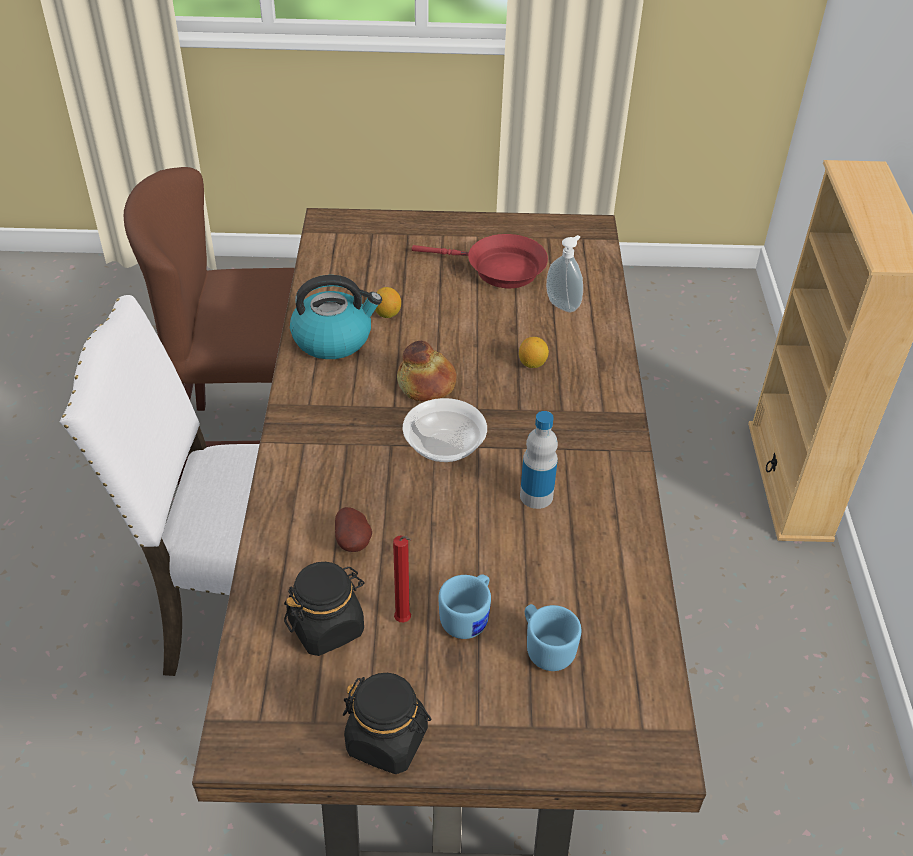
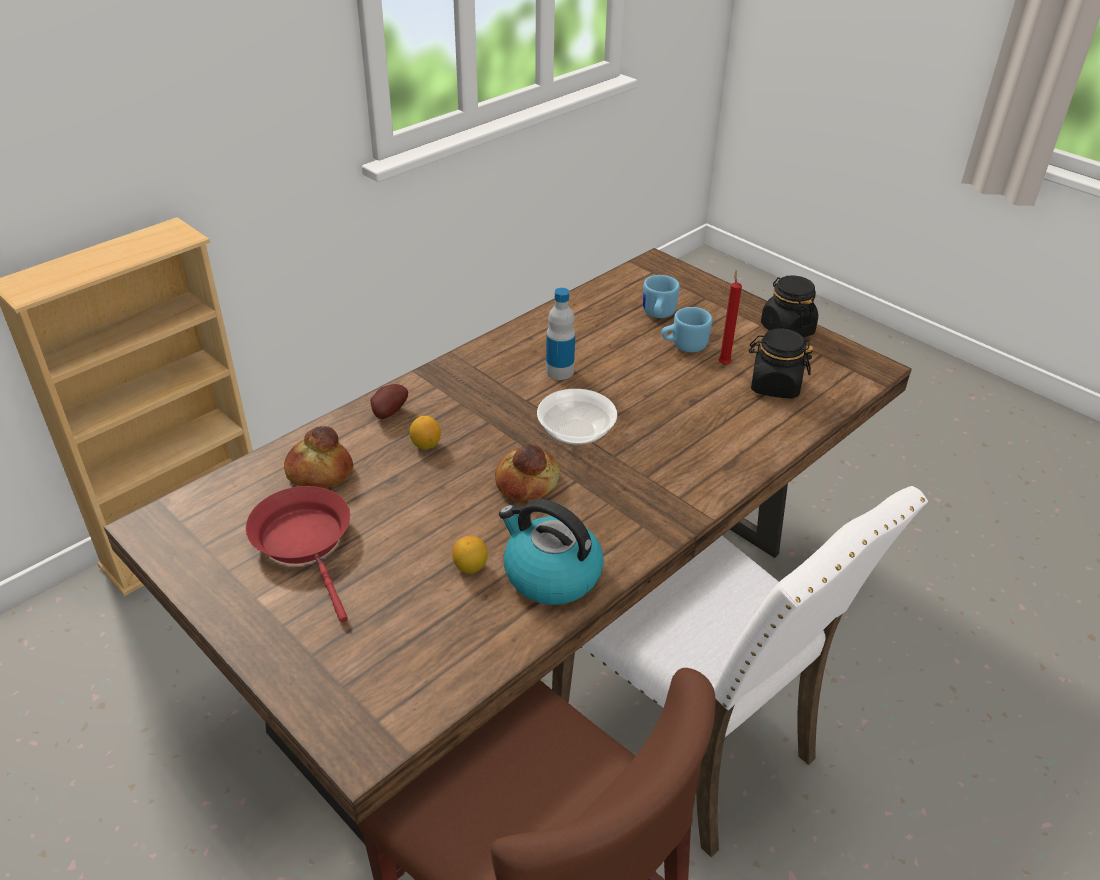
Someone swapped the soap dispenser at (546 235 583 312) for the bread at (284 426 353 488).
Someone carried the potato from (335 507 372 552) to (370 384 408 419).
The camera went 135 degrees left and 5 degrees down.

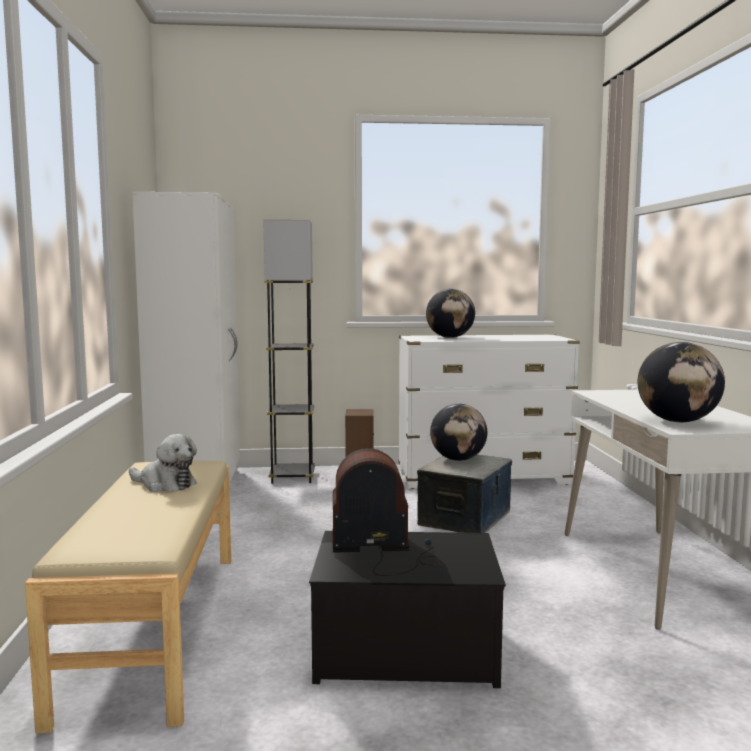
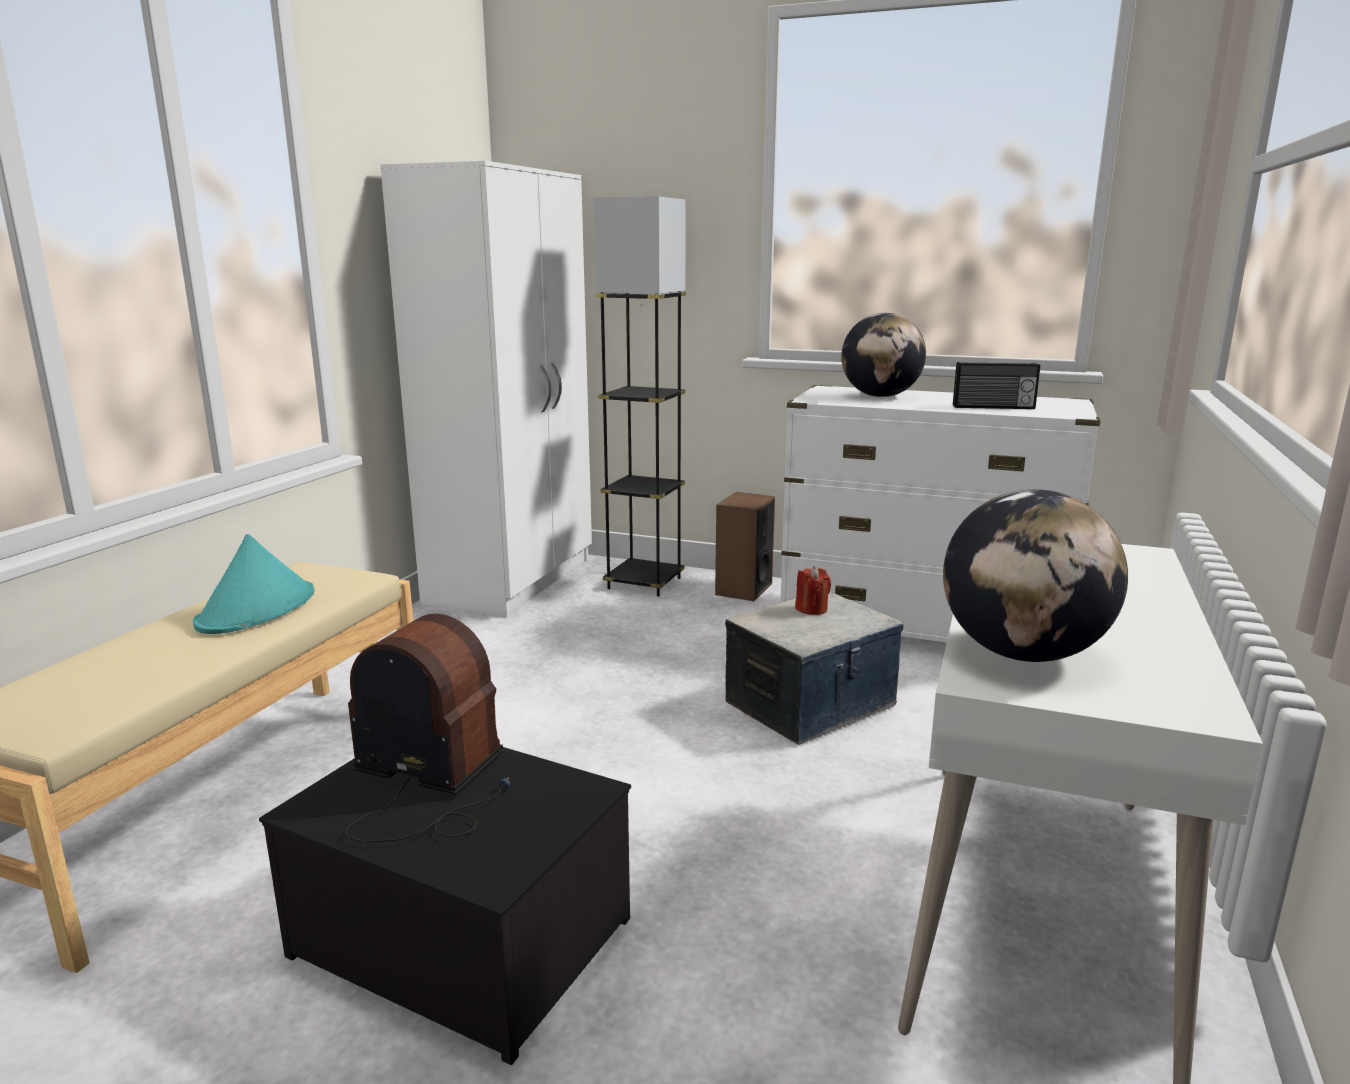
Someone swapped the plush toy at (129 434 197 492) for the turquoise hat at (193 534 315 634).
Someone swapped the globe at (430 404 487 461) for the red candle at (795 566 831 615).
Someone put down the radio at (953 362 1040 409).
The camera went 25 degrees right and 10 degrees up.

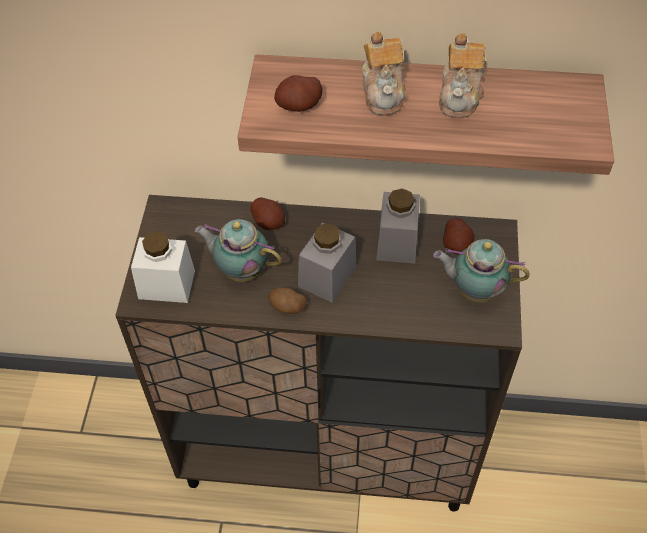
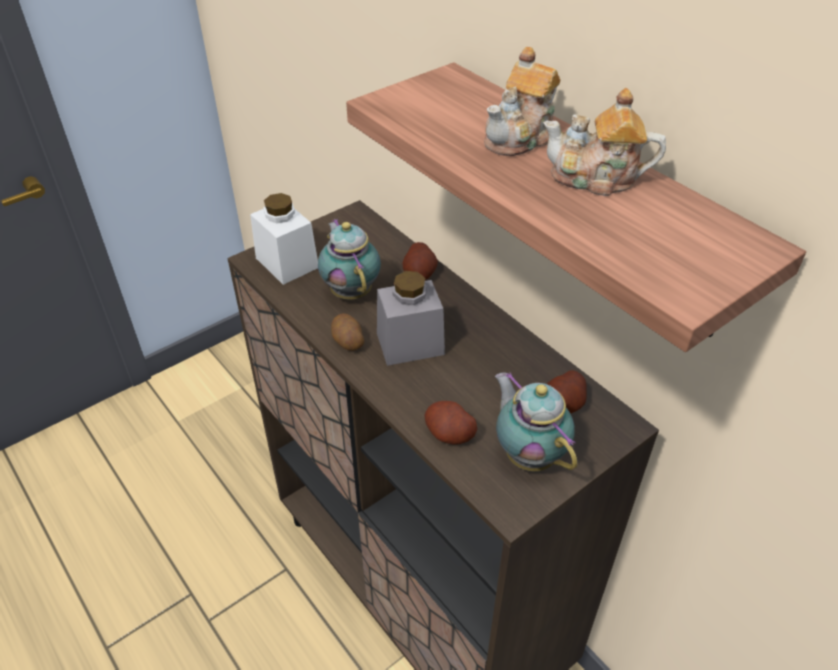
Someone carried the potato from (274 75 322 112) to (424 401 477 444).
Someone rotated the teapot at (439 33 485 118) by 45 degrees clockwise.
Someone took away the grey jar at (376 189 420 264).
The camera went 45 degrees right and 10 degrees down.

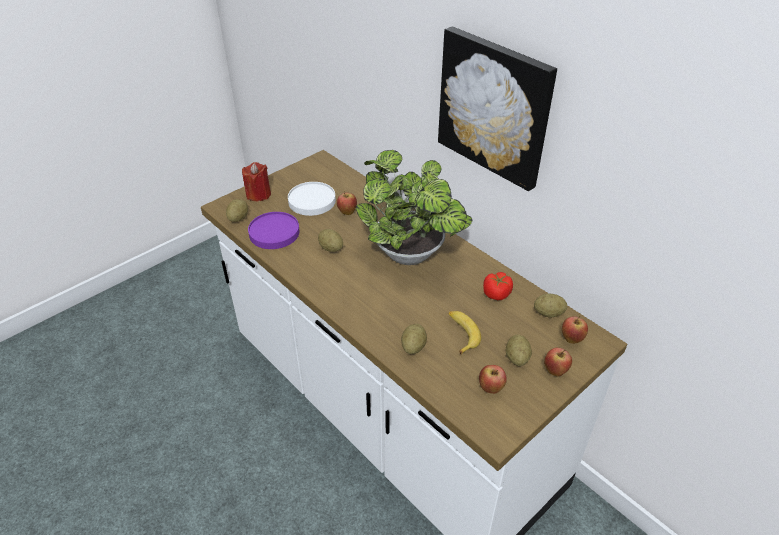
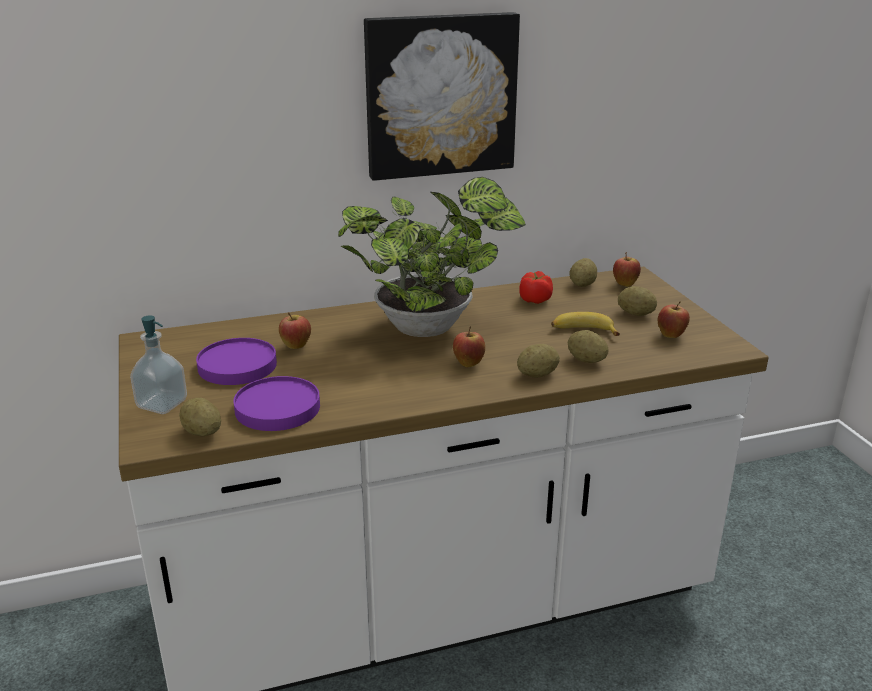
Someone swapped the red candle at (242 162 271 201) for the soap dispenser at (130 316 187 414).
Someone repainted the white plate at (288 182 336 216), which became the purple plate at (196 338 277 385).
Someone carried the apple from (544 348 572 376) to (453 326 485 367).
Someone carried the potato from (318 229 343 252) to (517 344 560 378).
The camera went 65 degrees left and 15 degrees down.

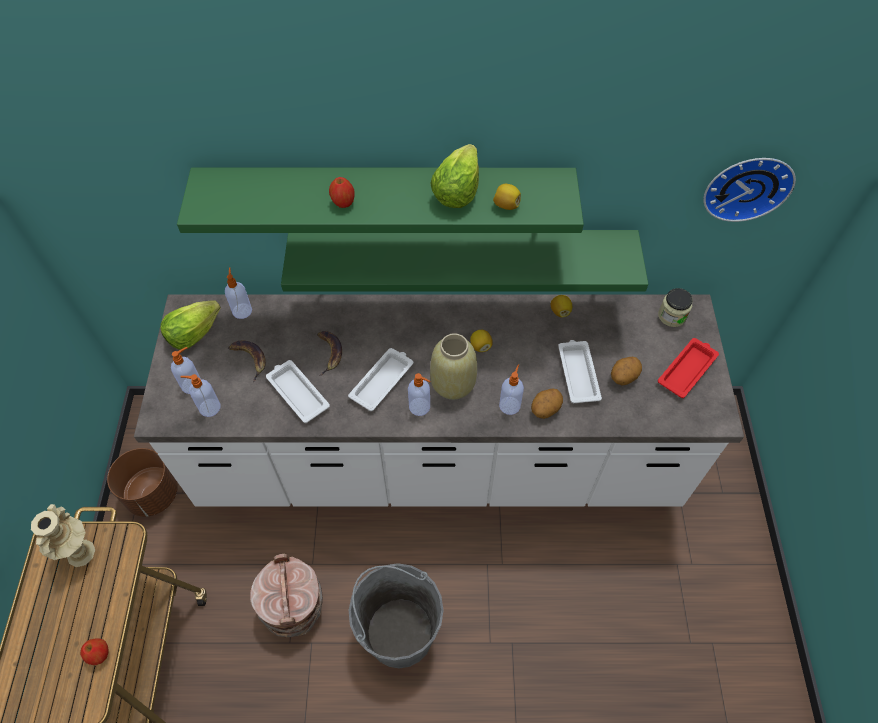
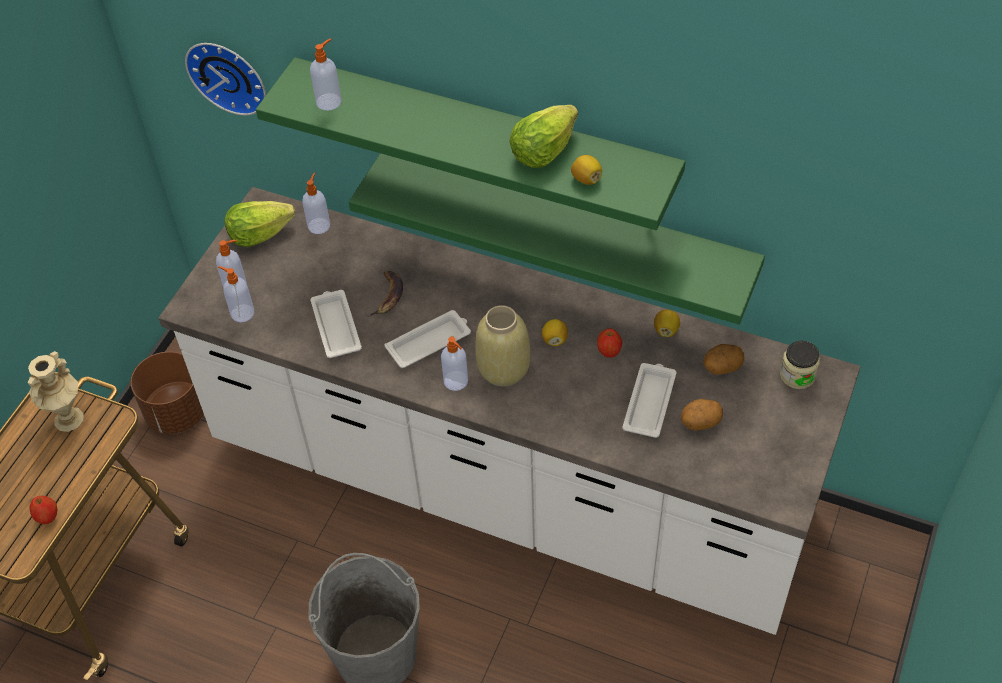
Someone carried the wall clock from (703 158 796 222) to (185 43 266 116).
Someone carried the soap dispenser from (499 364 524 415) to (310 39 342 111).
Someone carried the apple from (329 177 355 208) to (597 329 622 358).
Someone carried the potato from (531 388 563 419) to (703 344 744 375).
Someone took away the banana at (228 341 266 382).
Someone took away the brown bucket at (250 554 323 637).
Someone took away the red tray at (658 338 719 398).
The camera went 25 degrees right and 5 degrees down.

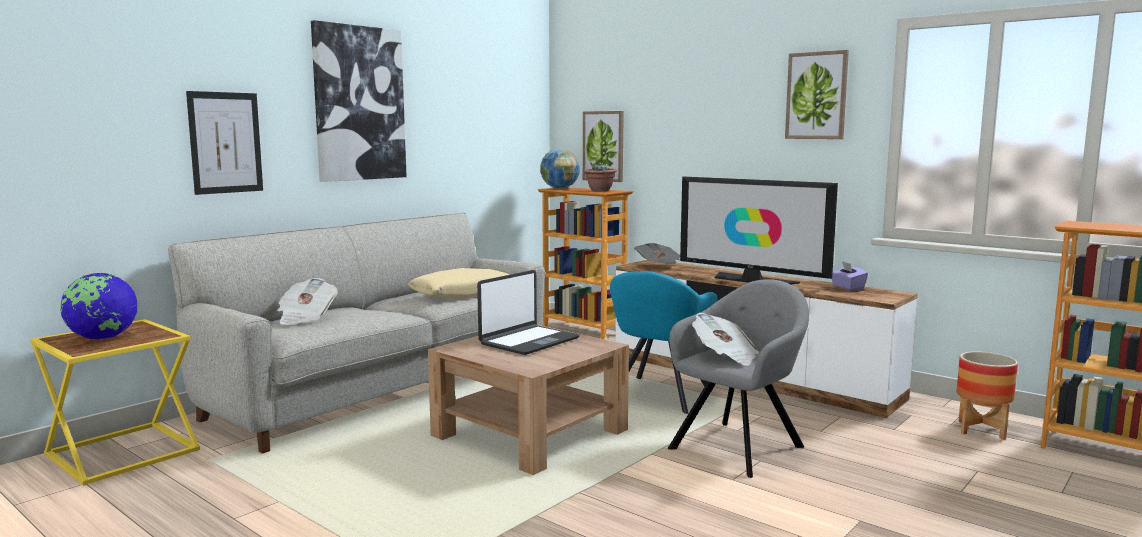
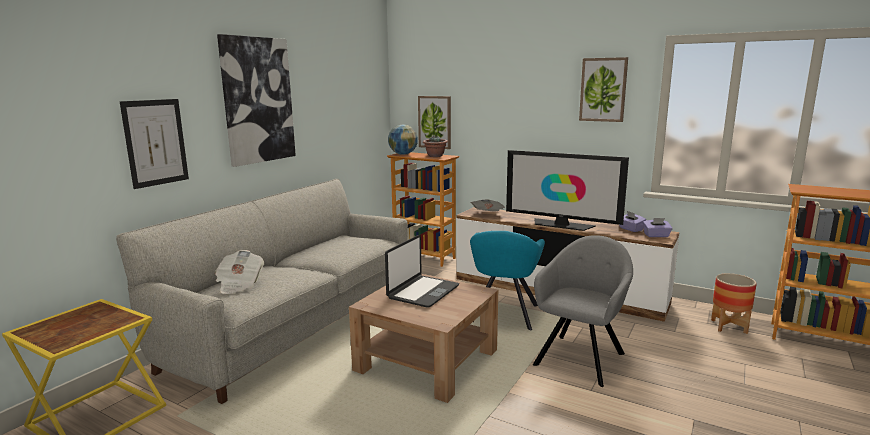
Someone put down the purple tissue box at (643 218 673 237).
Someone took away the globe at (60 273 137 340).
Someone took away the beige pillow at (408 268 510 299).
Someone took away the newspaper at (692 313 759 366).
The camera went 10 degrees left and 5 degrees up.

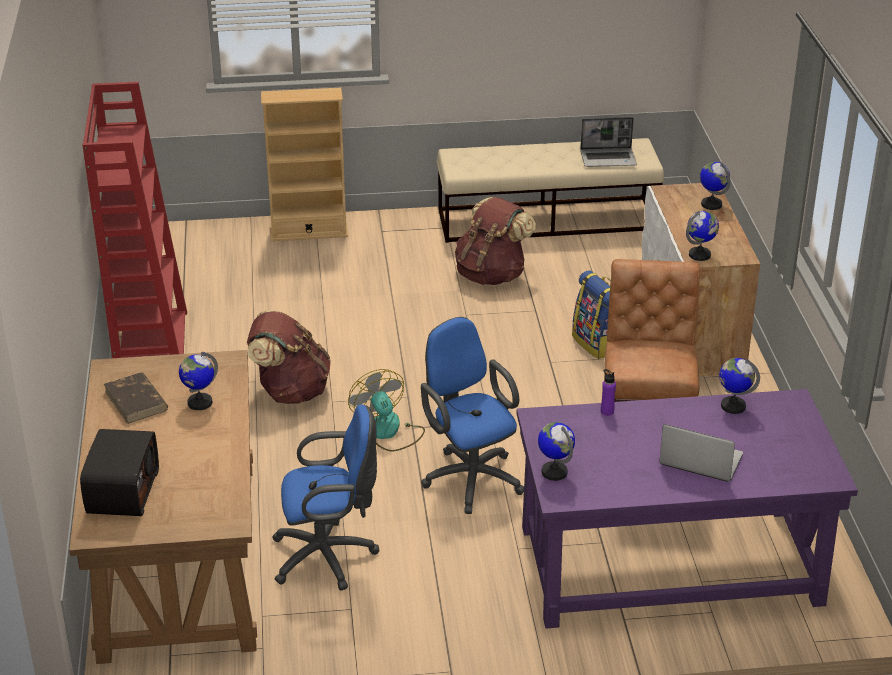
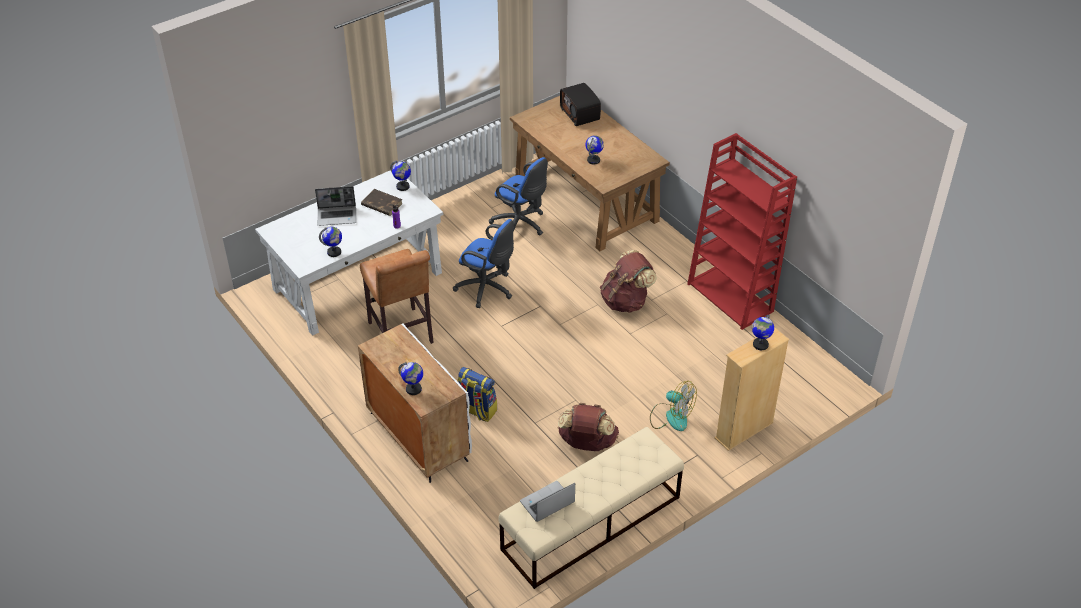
Someone repainted the purple desk at (517 389 858 629), which became the white desk at (255 170 443 336).
Someone carried the brown book from (104 372 168 424) to (361 189 403 216).
Someone rotated the blue office chair at (272 404 379 591) by 105 degrees counterclockwise.
Someone carried the fan from (348 369 425 452) to (650 381 697 431).
Someone carried the globe from (686 211 719 261) to (752 315 774 350).
The camera went 150 degrees right and 10 degrees up.

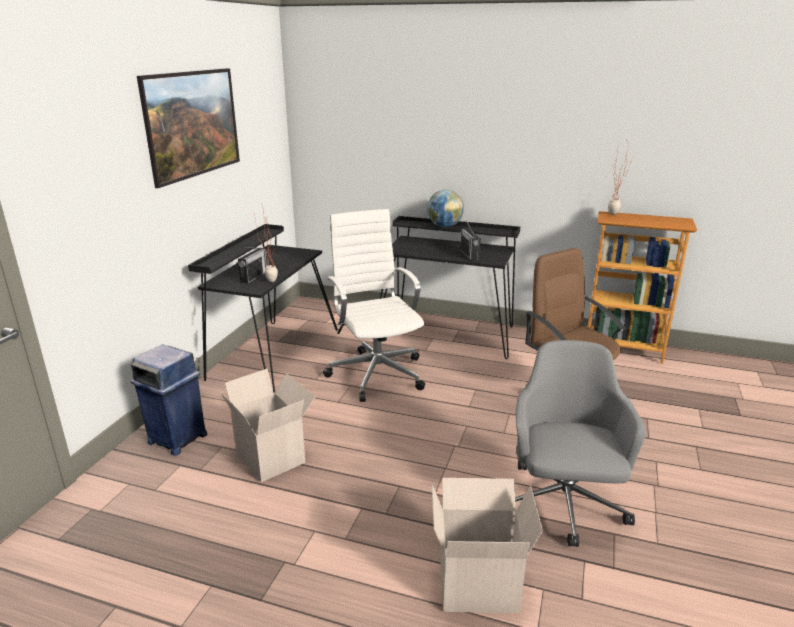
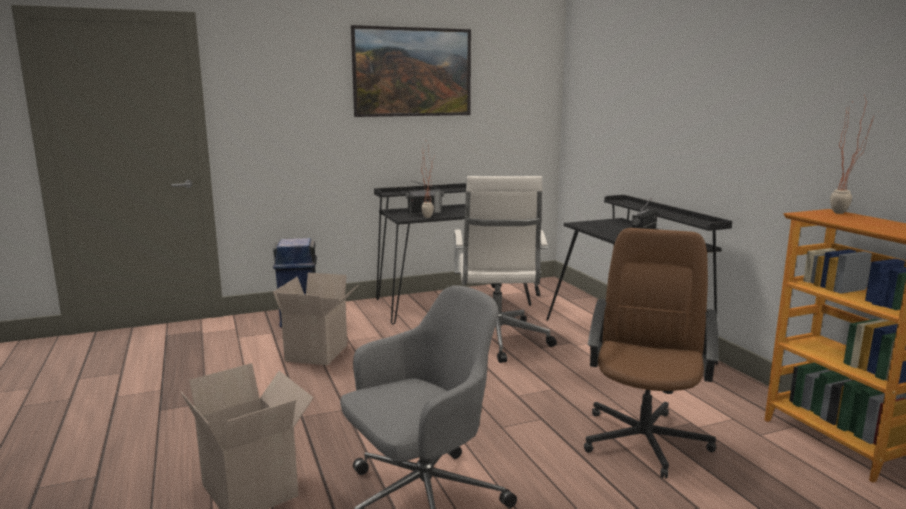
Someone rotated the white office chair at (323 209 425 402) by 150 degrees clockwise.
Someone took away the globe at (427 190 464 227).
The camera went 50 degrees right and 10 degrees down.

